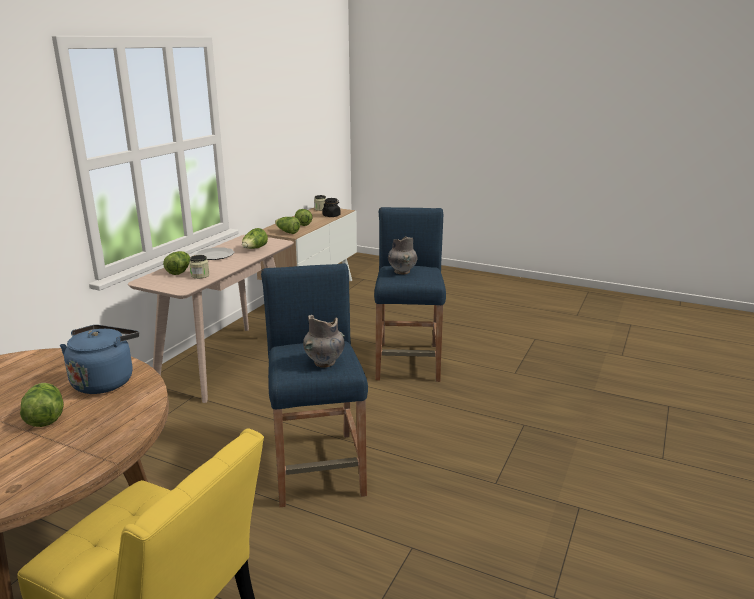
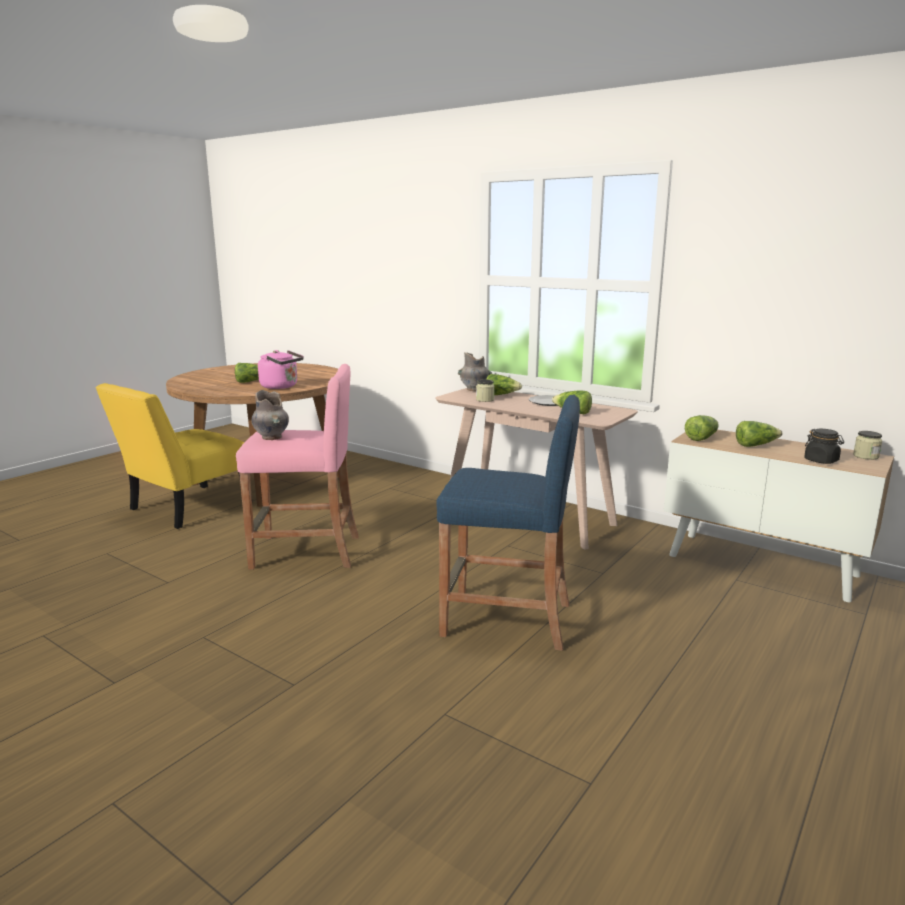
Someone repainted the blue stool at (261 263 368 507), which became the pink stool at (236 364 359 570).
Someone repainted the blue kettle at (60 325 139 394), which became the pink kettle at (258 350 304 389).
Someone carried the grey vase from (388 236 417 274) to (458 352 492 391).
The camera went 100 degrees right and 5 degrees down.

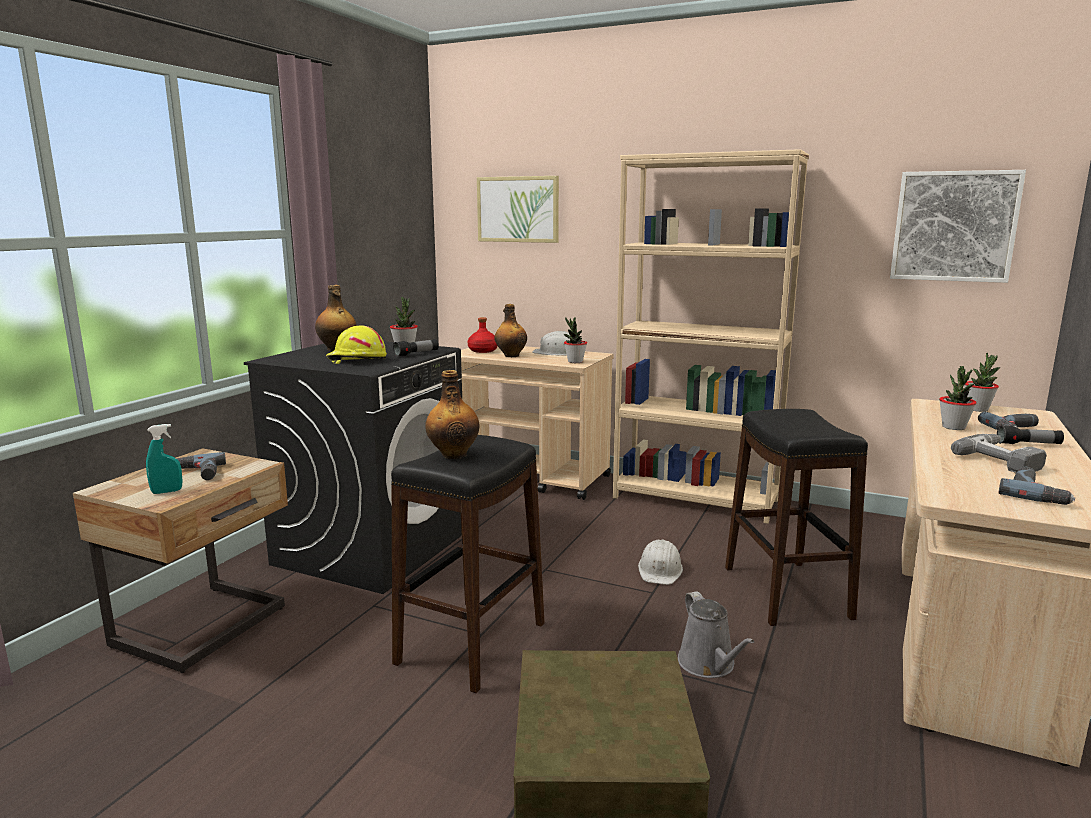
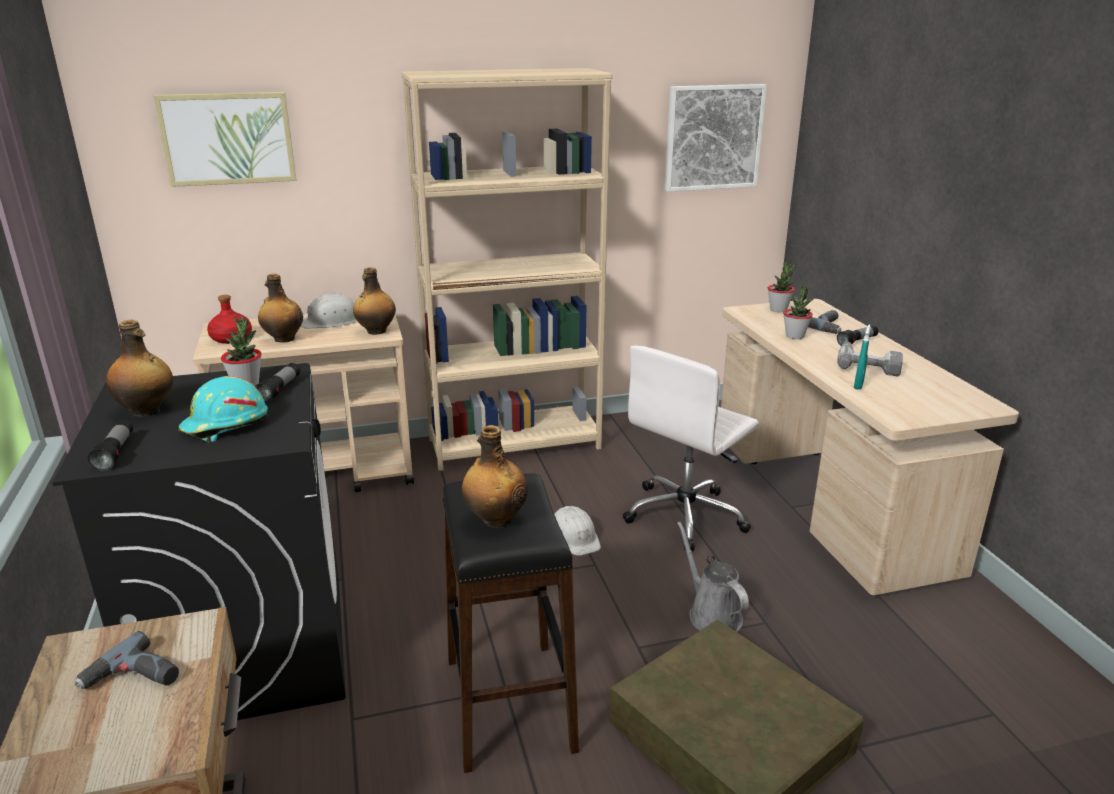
Someone put down the flashlight at (88 420 133 471).
Someone repainted the yellow hard hat at (326 326 387 364), which became the turquoise hard hat at (178 376 268 442).
Someone swapped the potted plant at (564 317 587 363) for the bottle at (353 267 396 335).
Someone swapped the black stool at (725 409 868 626) for the white office chair at (622 346 759 551).
Someone rotated the grey watering can at (678 591 754 678) by 150 degrees counterclockwise.
Someone carried the turquoise spray bottle from (146 424 182 494) to (854 325 871 390).
Someone took away the power drill at (998 467 1075 505).
The camera went 40 degrees left and 10 degrees up.

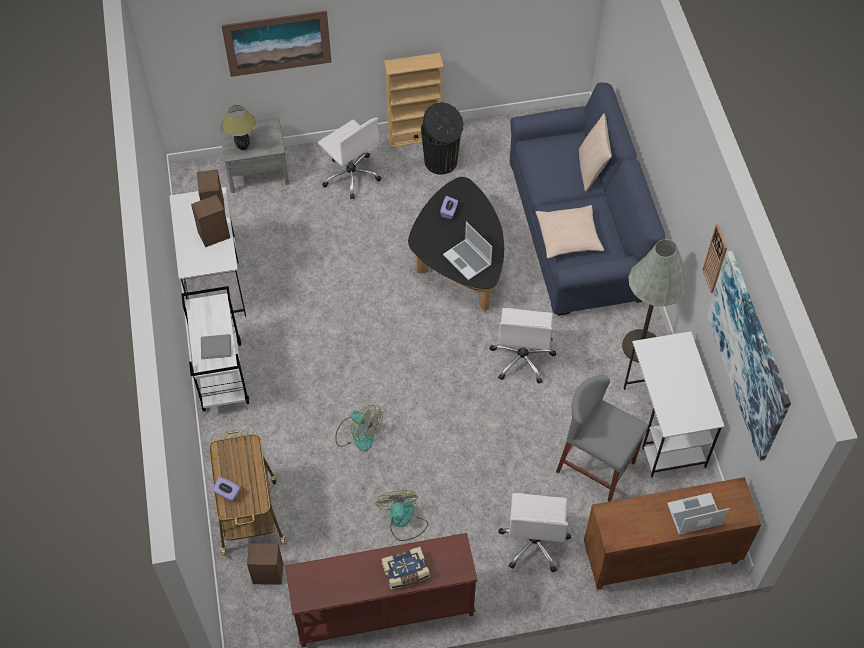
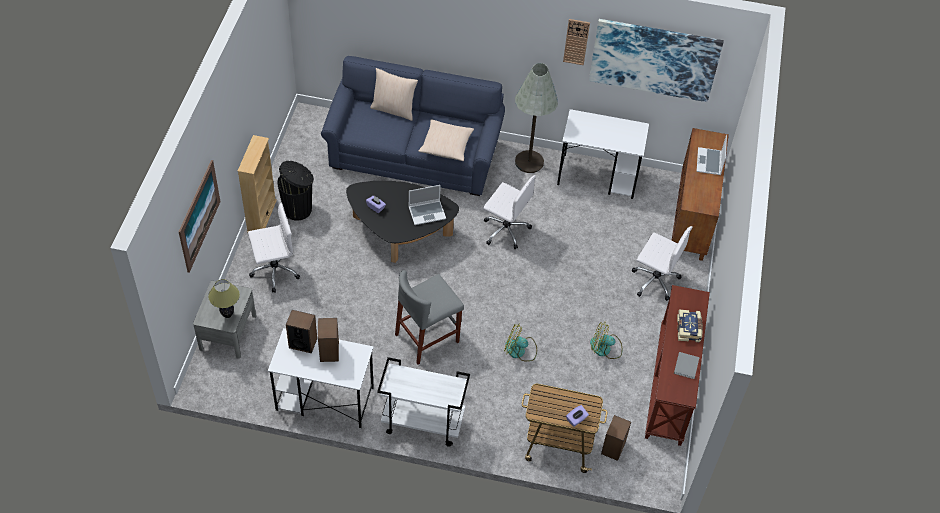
Someone carried the grey stool from (556 375 648 502) to (395 270 464 365).
Someone rotated the fan at (335 405 383 451) by 135 degrees counterclockwise.
Someone carried the grey book from (201 334 231 359) to (674 352 700 379).
The camera went 70 degrees left and 5 degrees down.

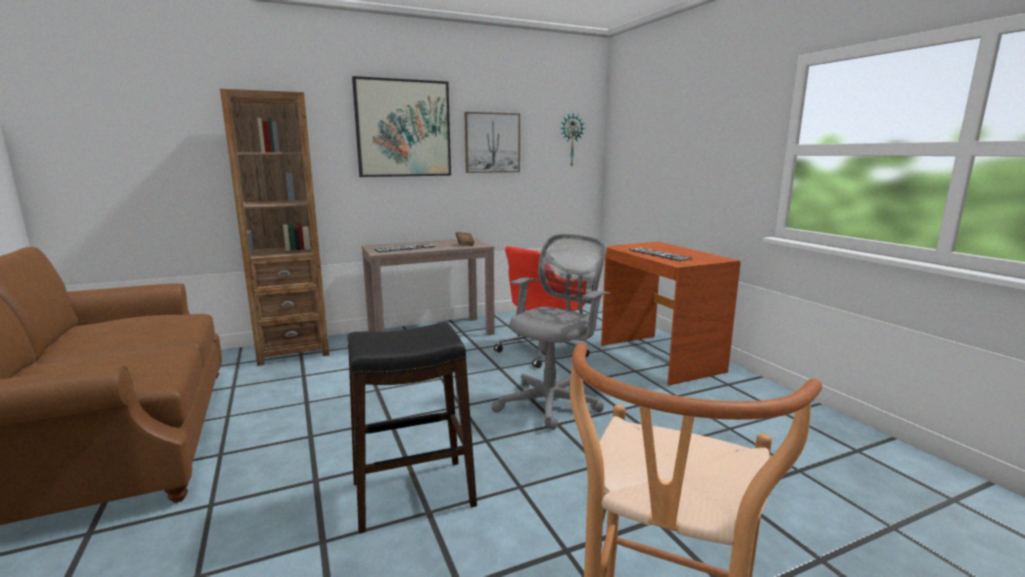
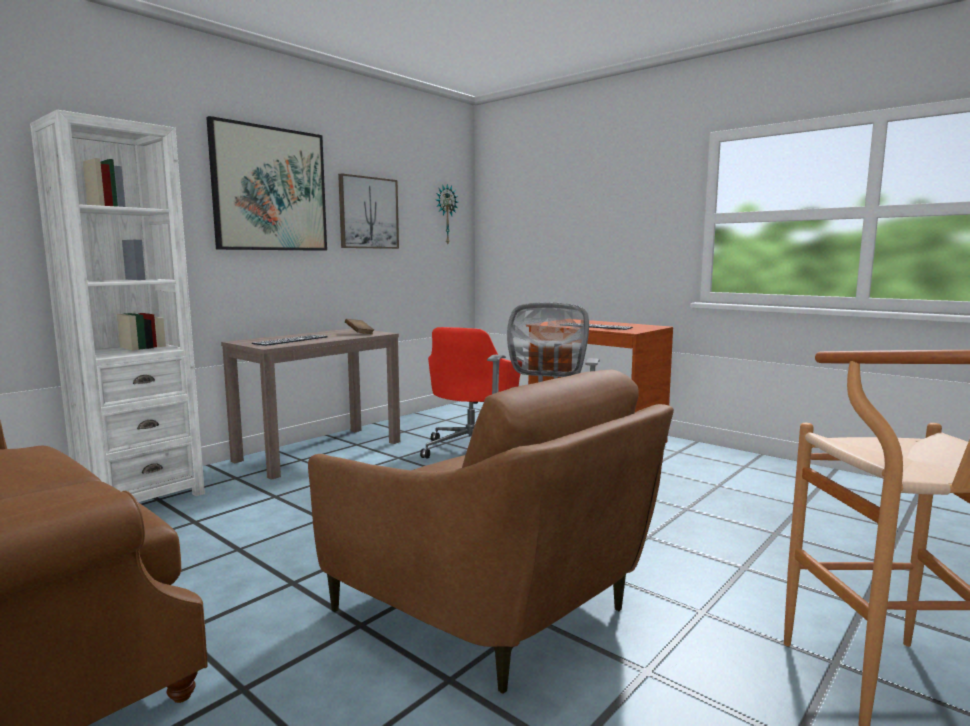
Someone repainted the brown bookcase at (220 89 329 366), which became the white bookcase at (30 110 205 502).
Someone swapped the black stool at (348 322 477 534) for the brown armchair at (308 370 674 694).
The camera went 25 degrees left and 5 degrees down.

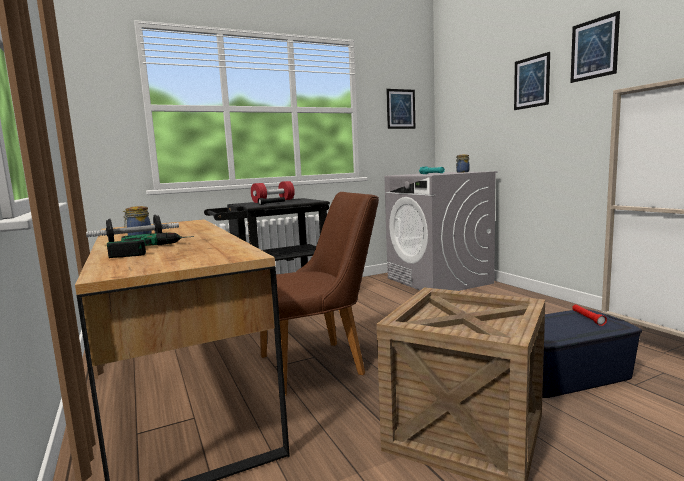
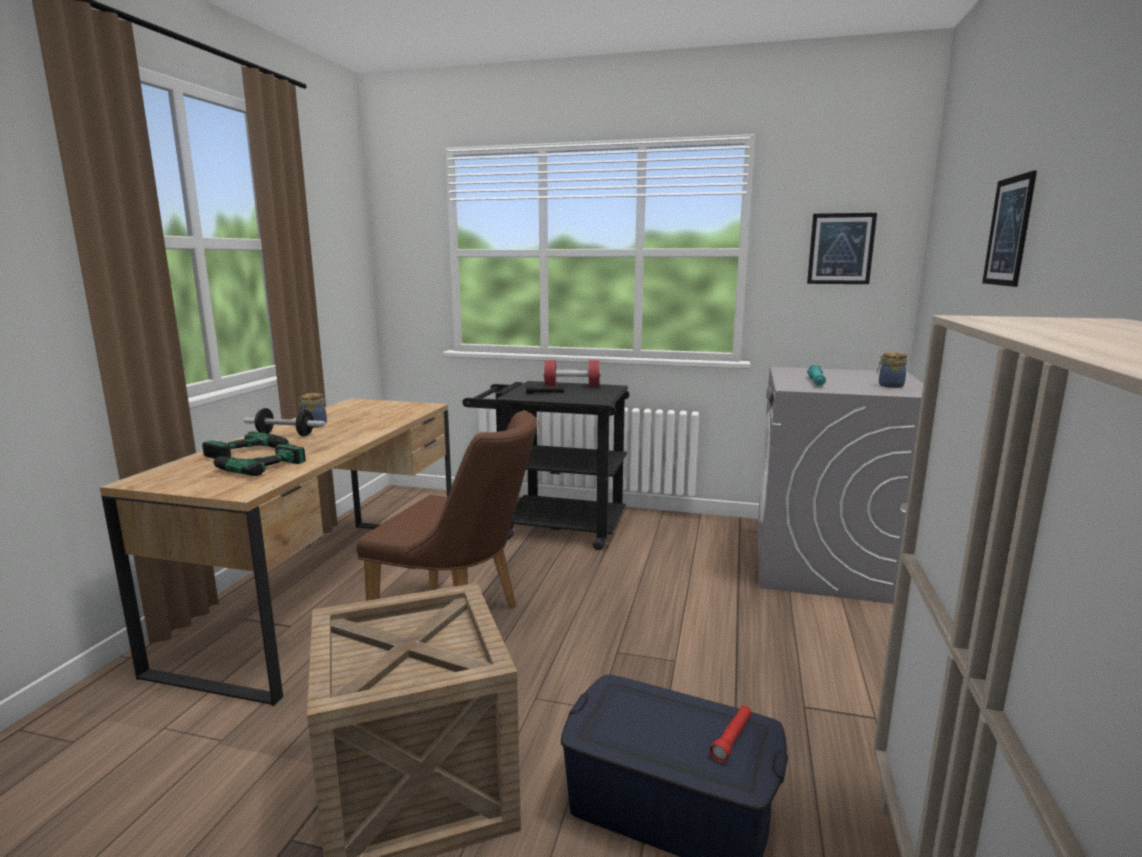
Someone put down the power drill at (205 444 306 476).
Someone took away the picture at (570 11 620 83).
The camera went 40 degrees right and 5 degrees up.

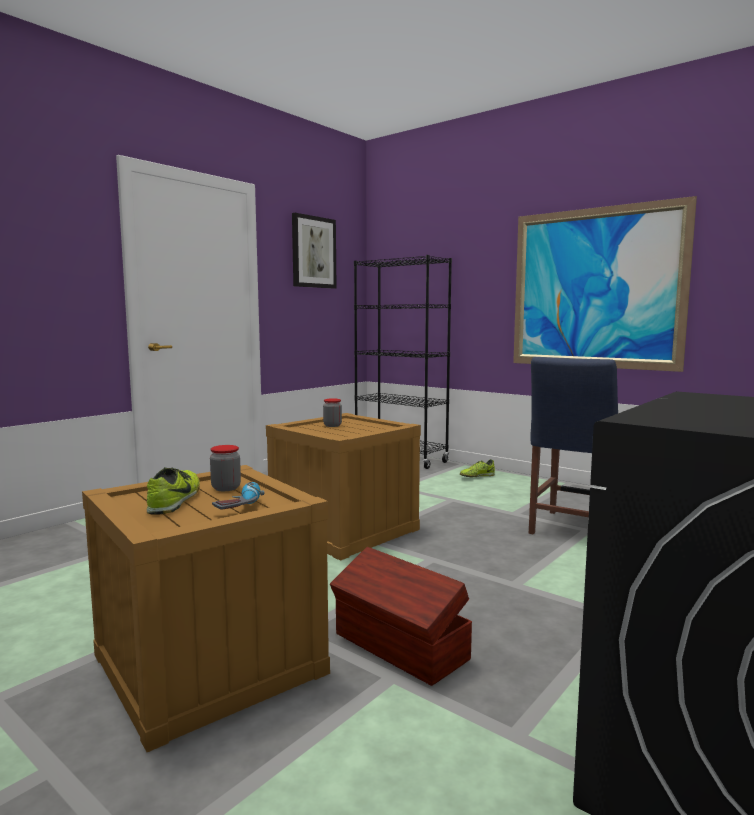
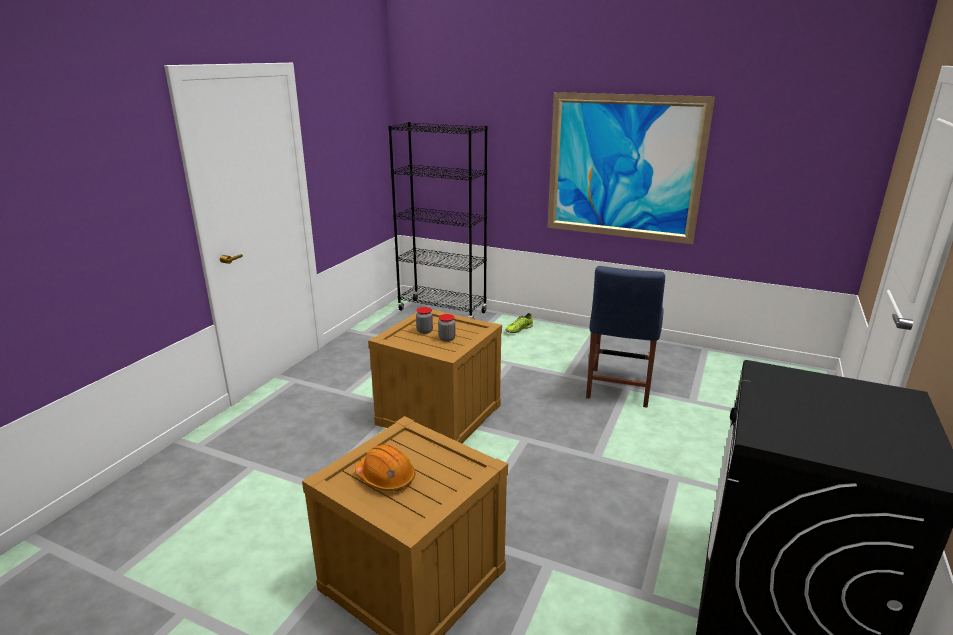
Someone swapped the shoe at (147 467 200 515) for the orange hard hat at (355 444 415 491).
Someone carried the jar from (210 445 241 491) to (438 314 455 342).
Someone took away the power drill at (212 482 265 510).
Someone took away the picture at (292 213 337 289).
Someone took away the brown storage box at (330 547 472 686).
The camera went 15 degrees left and 15 degrees up.

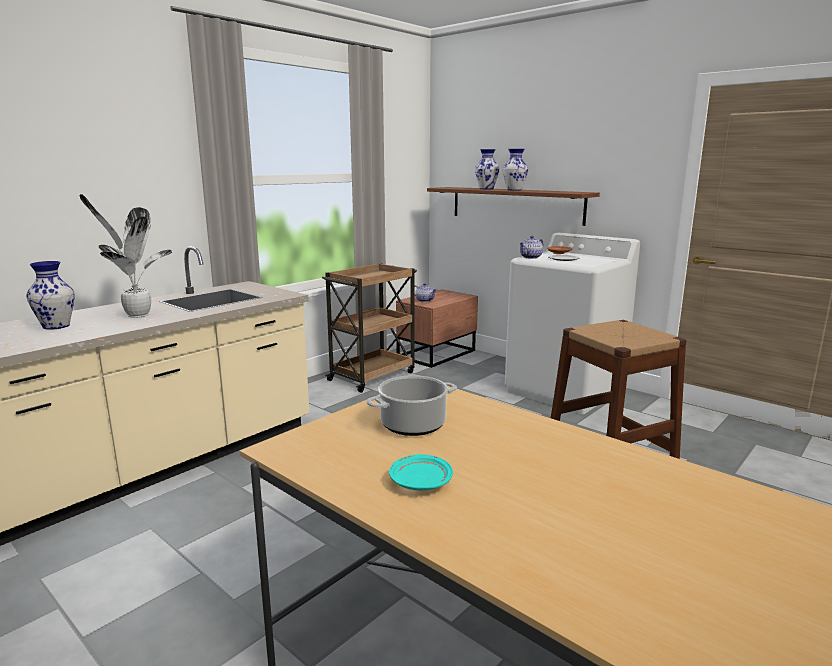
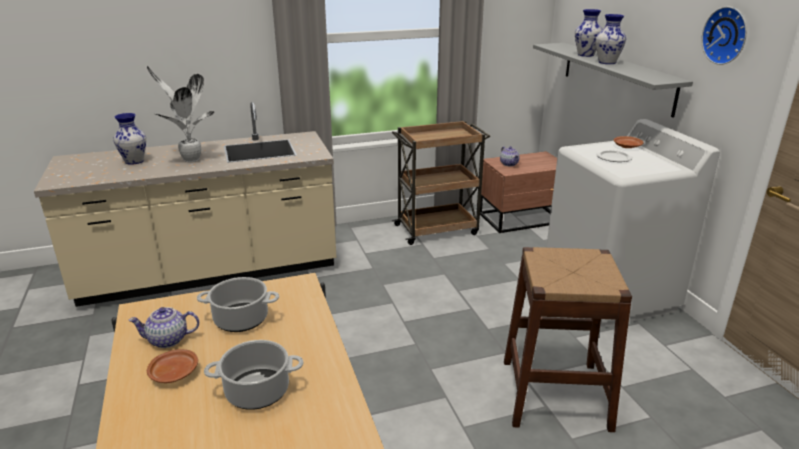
Someone carried the teapot from (519 236 544 259) to (128 307 199 348).
Someone repainted the turquoise plate at (389 454 453 491), which became the brown plate at (147 349 198 383).
Someone put down the cooking pot at (204 340 303 410).
Someone repainted the brown shelf at (427 187 600 226), which became the grey shelf at (533 43 693 118).
Someone put up the wall clock at (701 6 747 65).
The camera went 30 degrees right and 10 degrees up.

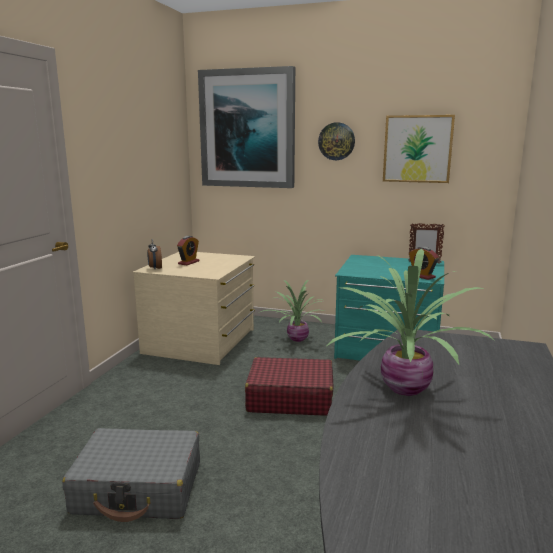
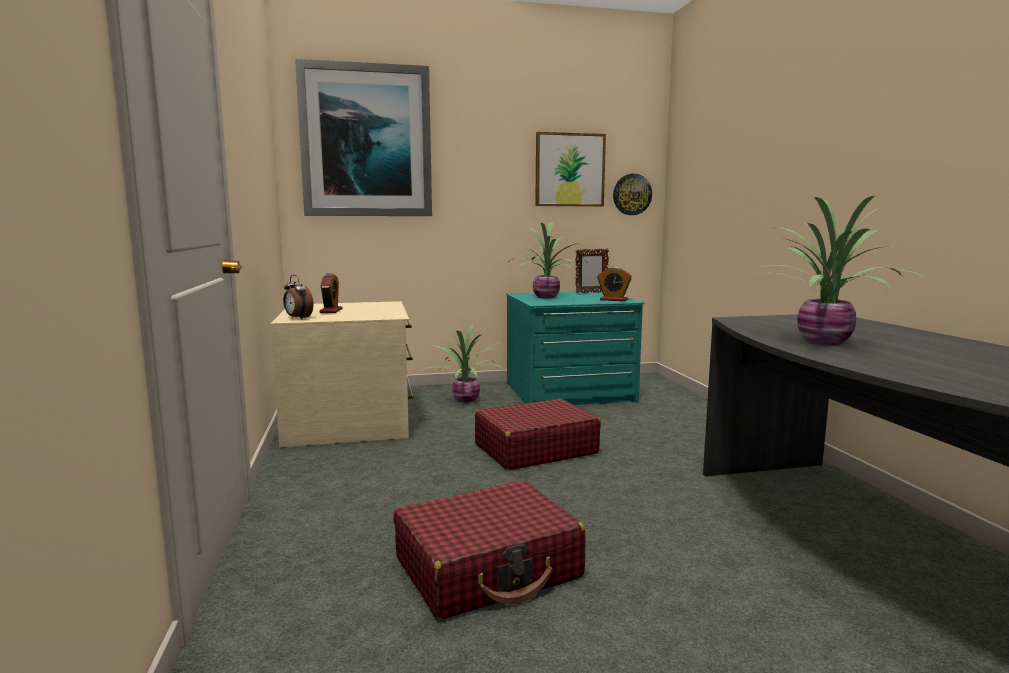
Someone repainted the grey suitcase at (62 428 200 522), which became the red suitcase at (394 481 586 620).
Someone put down the potted plant at (510 223 586 298).
Someone carried the wall clock from (318 122 355 160) to (613 174 652 215).
The camera went 30 degrees left and 5 degrees down.

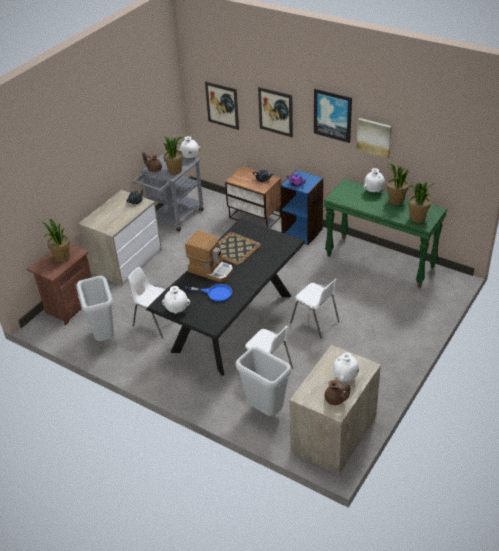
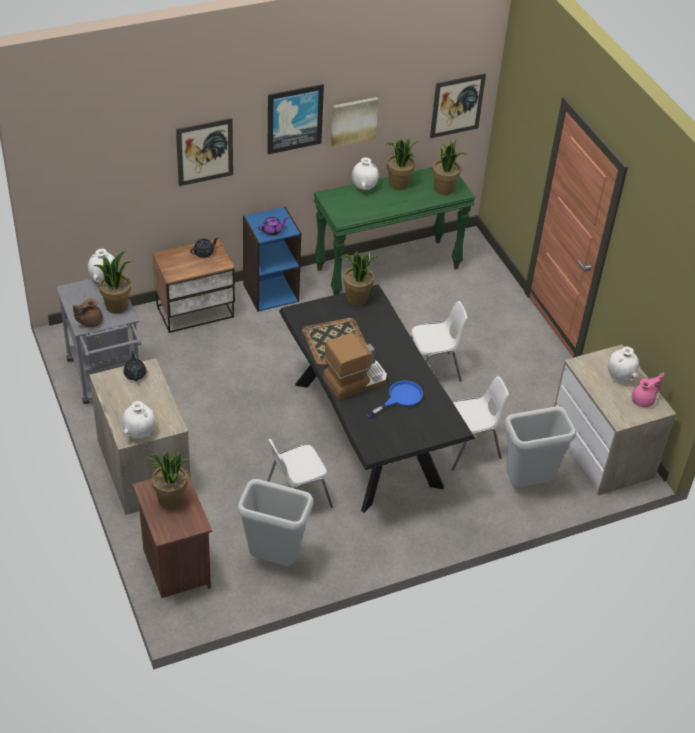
Someone carried the white vase from (162 286 190 314) to (122 401 155 438).
Someone put down the potted plant at (340 252 379 306).
Someone carried the picture from (205 81 239 130) to (430 73 486 138).
Someone repainted the brown teapot at (325 380 350 405), which became the pink teapot at (632 373 664 407).
The camera went 60 degrees left and 5 degrees up.

